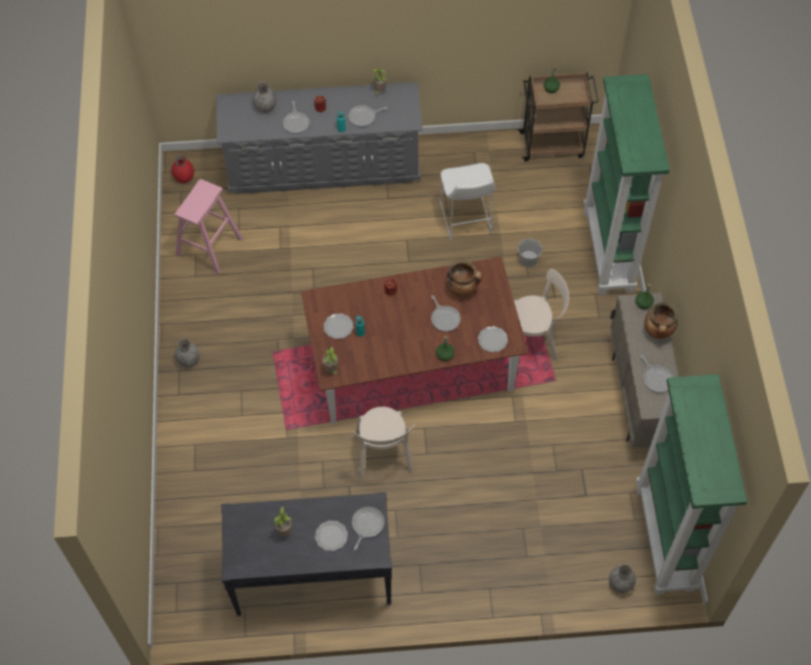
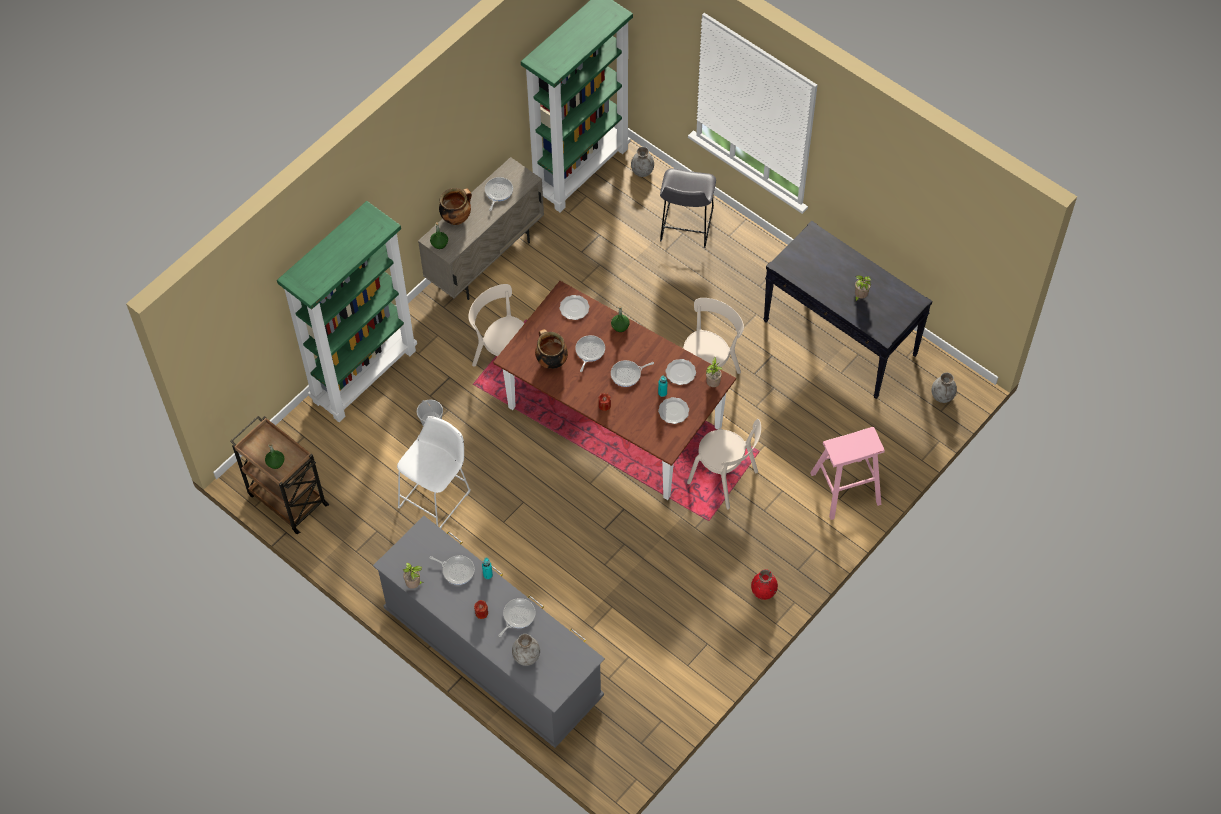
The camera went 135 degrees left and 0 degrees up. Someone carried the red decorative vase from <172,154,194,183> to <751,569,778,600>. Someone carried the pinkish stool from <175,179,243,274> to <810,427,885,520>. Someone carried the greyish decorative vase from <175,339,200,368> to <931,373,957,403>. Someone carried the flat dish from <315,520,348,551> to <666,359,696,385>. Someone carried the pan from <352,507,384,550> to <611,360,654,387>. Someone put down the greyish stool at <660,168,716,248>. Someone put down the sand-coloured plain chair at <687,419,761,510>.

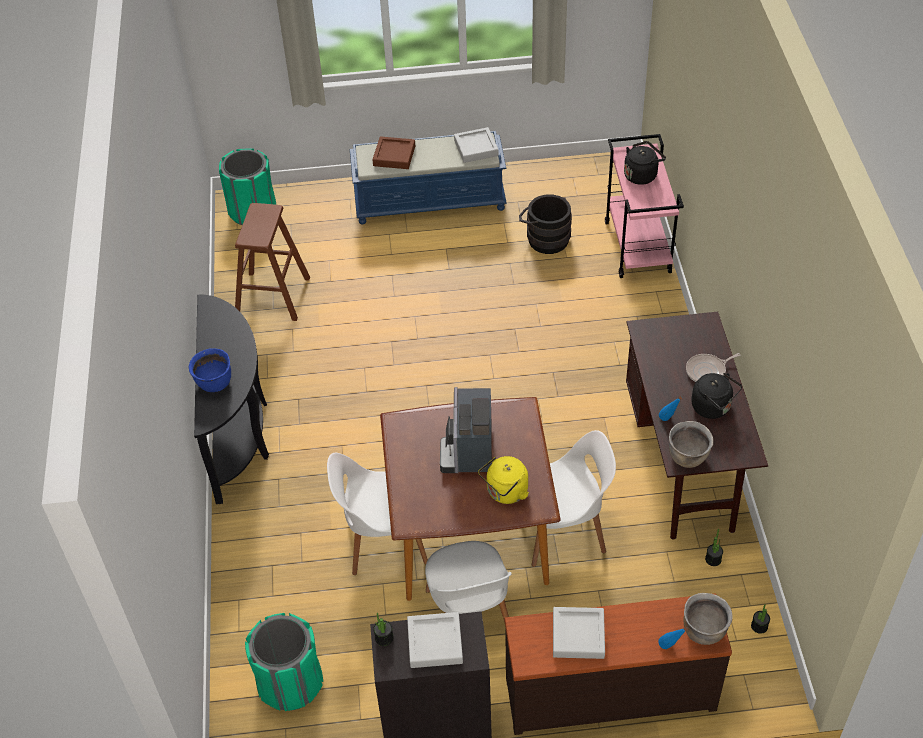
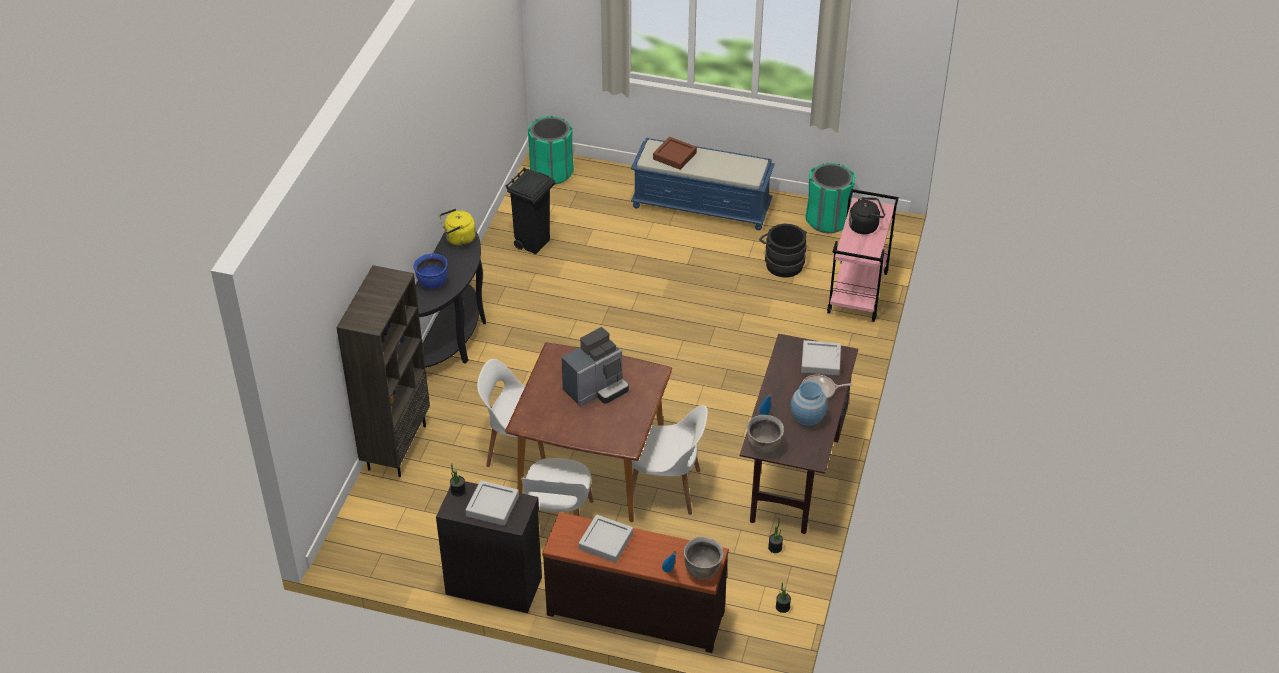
The camera went 20 degrees right and 5 degrees down. Someone swapped the brown-coloured stool at <235,203,310,321> for the blackish waste bin at <506,167,555,254>. Someone carried the green-coloured waste bin from <245,613,323,711> to <806,163,855,233>. Someone rotated the coffee brewer at <440,387,492,473> by 150 degrees counterclockwise. Someone carried the greyish serving tray from <454,127,498,163> to <801,340,841,376>. Someone carried the yellow-coloured kettle from <478,456,529,504> to <439,209,476,246>. Someone swapped the blackish kettle at <691,373,742,419> for the blue decorative vase at <790,381,828,427>. Someone put down the brown-coloured shelving unit at <336,265,430,477>.

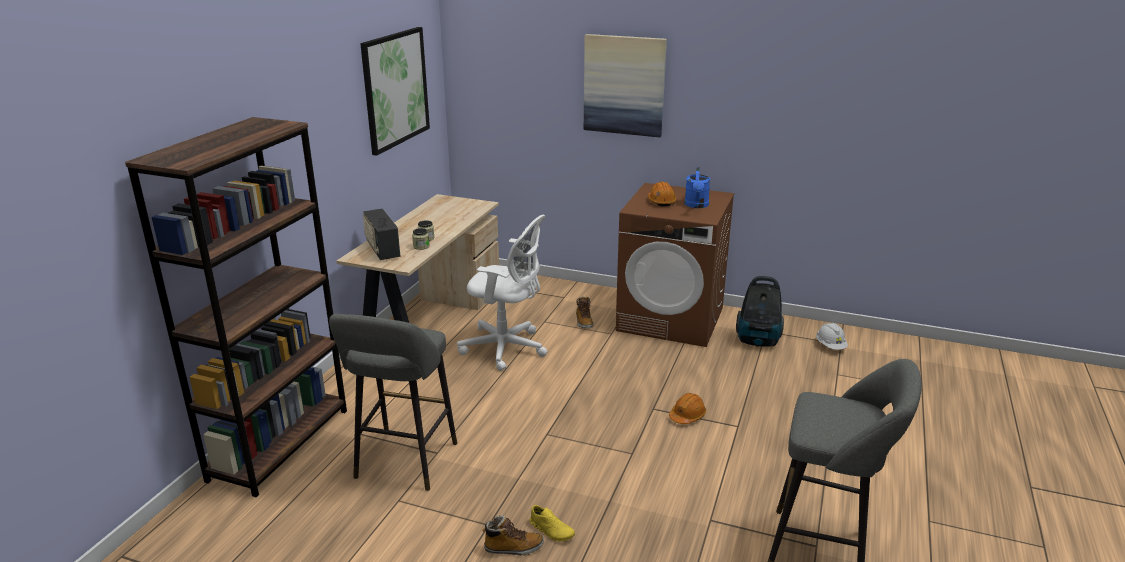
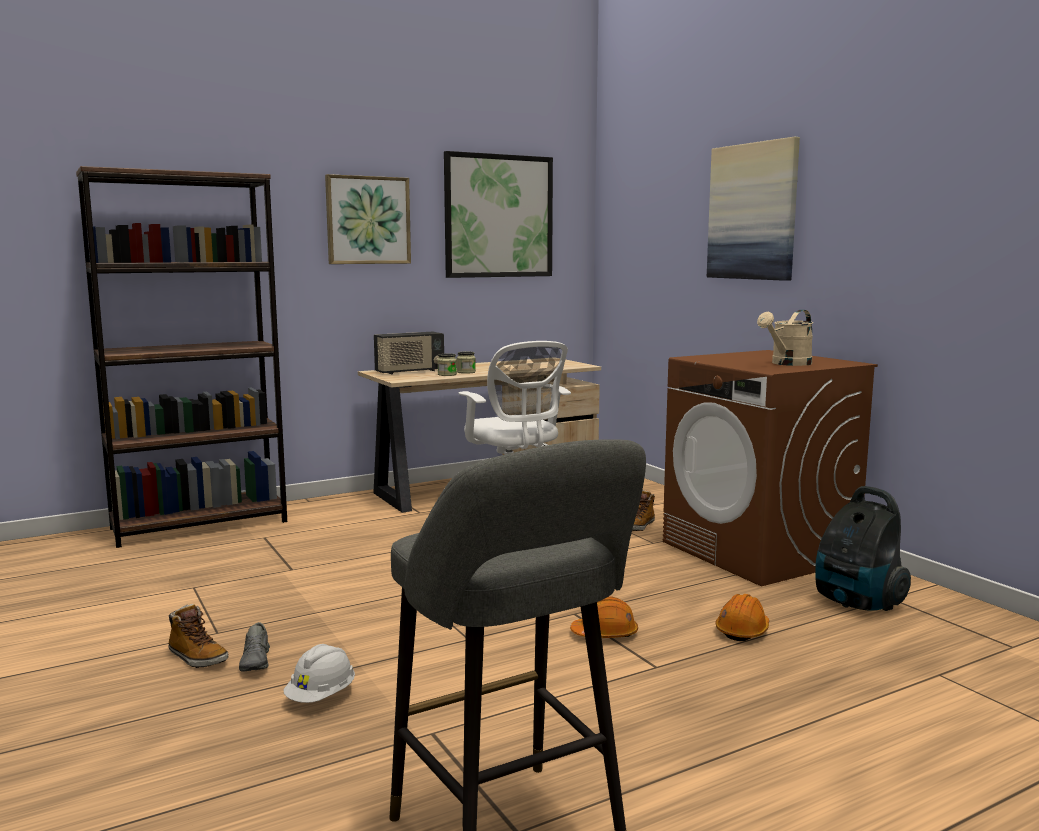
The camera went 40 degrees right and 15 degrees down. Someone took away the greyish stool at <329,314,457,491>. Someone rotated the radio set at <363,208,400,260> by 135 degrees counterclockwise. Someone repainted the yellow-coloured shoe at <530,505,575,541>, which became the greyish shoe at <239,622,270,672>. Someone carried the orange safety helmet from <648,181,676,207> to <716,594,769,641>. Someone repainted the blue watering can at <684,167,710,208>, which became the sand-coloured watering can at <757,310,813,366>. Someone carried the white-coloured safety helmet from <816,323,848,350> to <283,644,355,703>. Someone put up the wall picture at <325,174,411,264>.

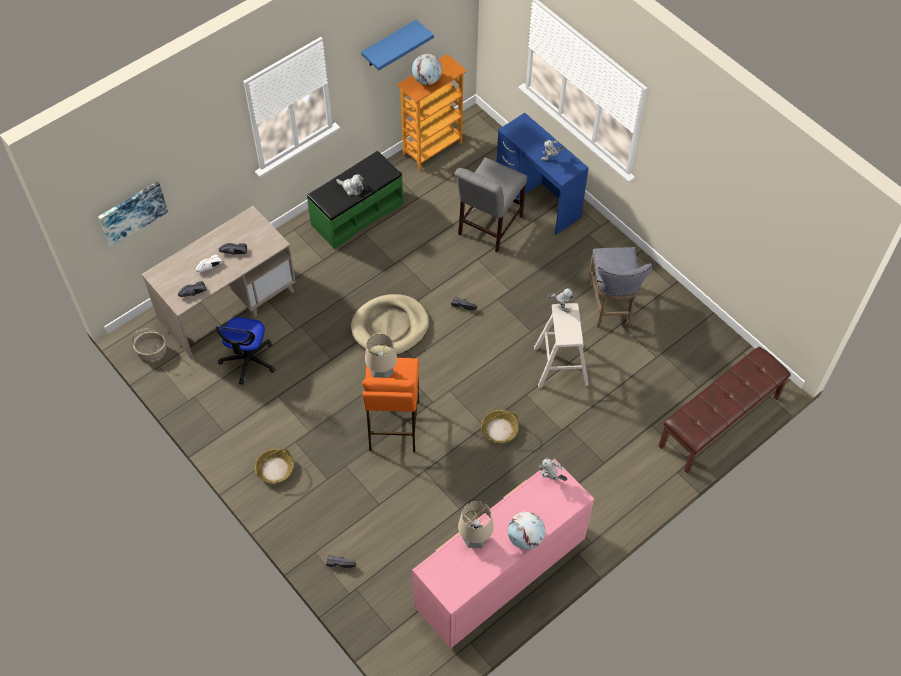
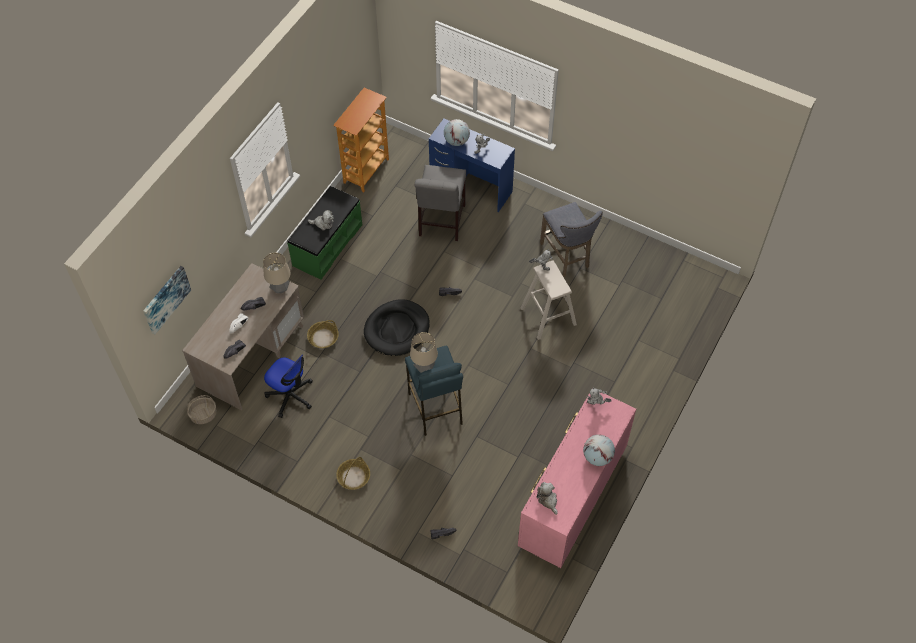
The camera went 20 degrees left and 0 degrees up. Someone rotated the desk chair at <216,317,275,385> by 45 degrees counterclockwise. Someone repainted the sand-coloured pet bed at <351,294,429,356>, which became the blackish pet bed at <364,299,430,356>. Someone took away the blue wall shelf at <361,20,434,70>. Someone repainted the orange stool at <362,358,419,453>, which became the blue stool at <405,346,463,436>. Someone carried the globe from <412,54,442,85> to <444,119,470,146>. Someone carried the table lamp from <458,501,494,548> to <263,253,291,293>. Someone carried the basket from <481,410,519,443> to <307,320,339,348>. Someone took away the brown-coloured long seat at <659,347,791,474>. Someone put down the plush toy at <537,482,558,515>.

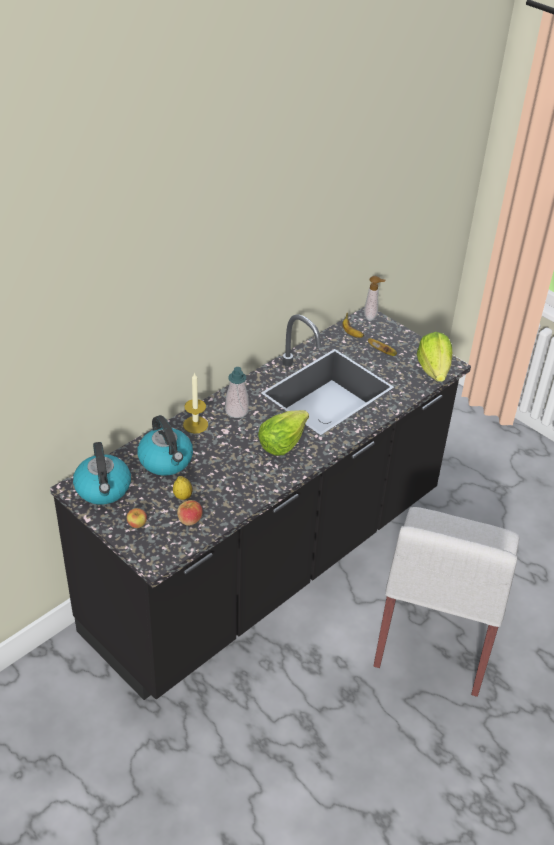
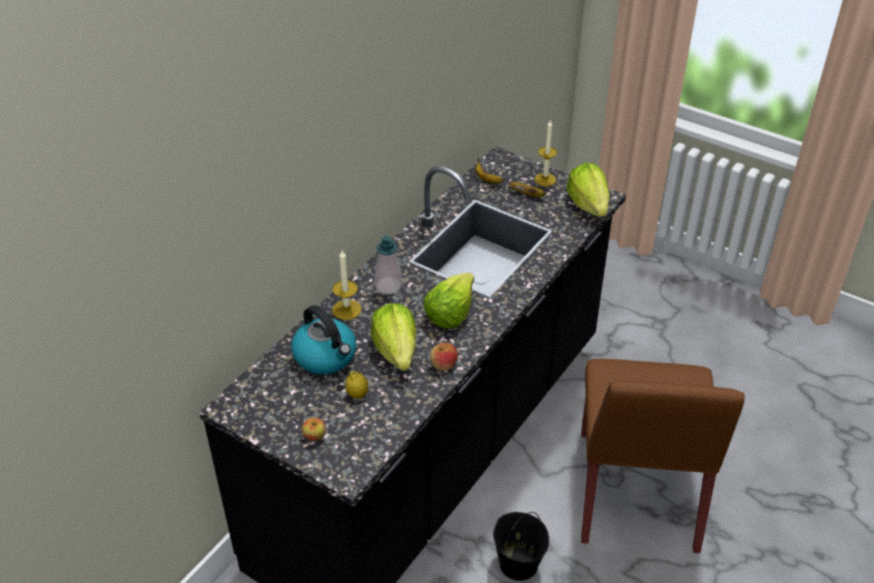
The camera went 10 degrees left and 0 degrees up. Someone took away the kettle at <73,442,131,505>. Someone carried the whole apple from <177,500,203,526> to <430,343,458,371>. Someone took away the liquid soap bottle at <364,276,386,321>. Someone repainted the white-coloured plain chair at <374,507,520,697>, which became the brown-coloured plain chair at <581,359,745,553>. Someone put down the lettuce at <371,303,417,370>. Someone put down the blackish water bucket at <493,512,549,581>. Someone put down the candle at <534,119,557,186>.

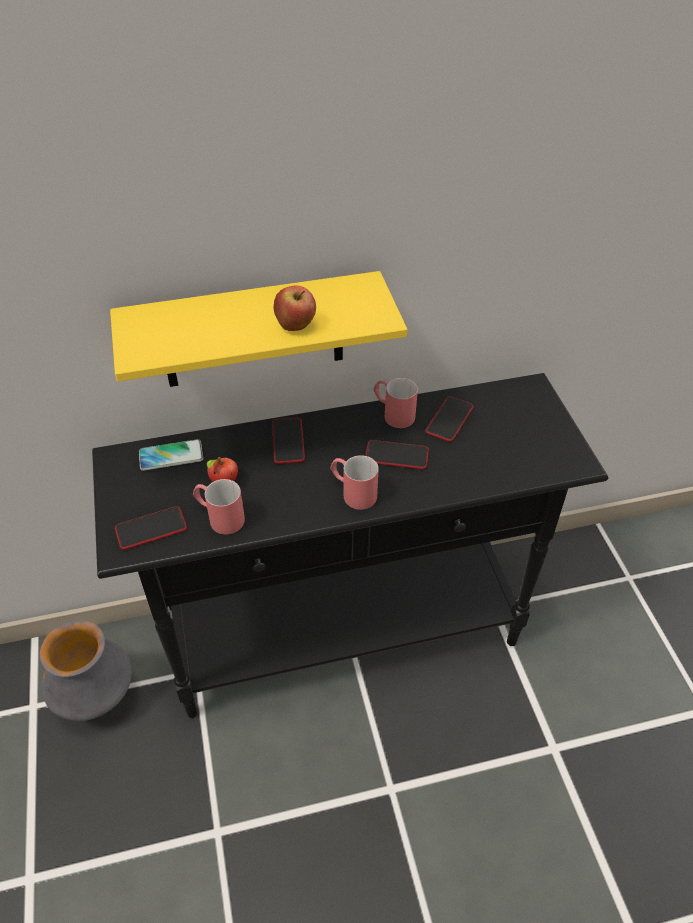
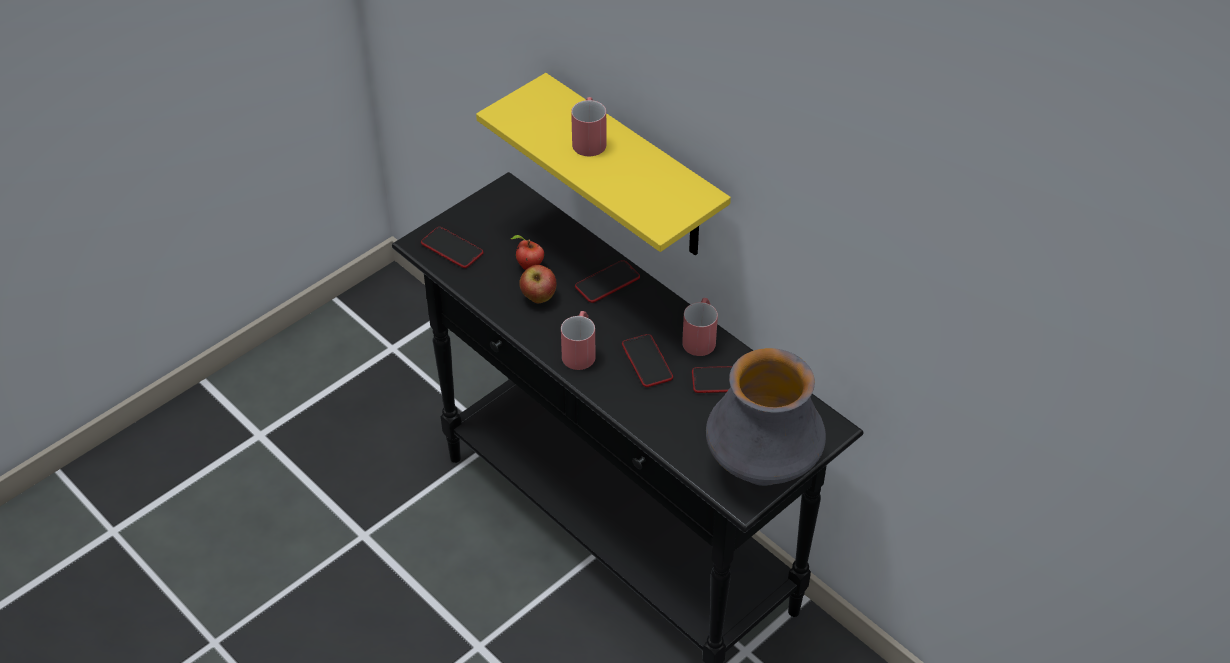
The camera went 60 degrees right and 0 degrees up. Someone carried the decorative vase from <40,620,132,721> to <706,348,826,486>. Someone took away the telephone at <139,439,203,471>. Someone carried the red mug from <193,479,245,535> to <571,97,607,156>. Someone carried the whole apple from <274,286,316,331> to <519,265,557,303>.

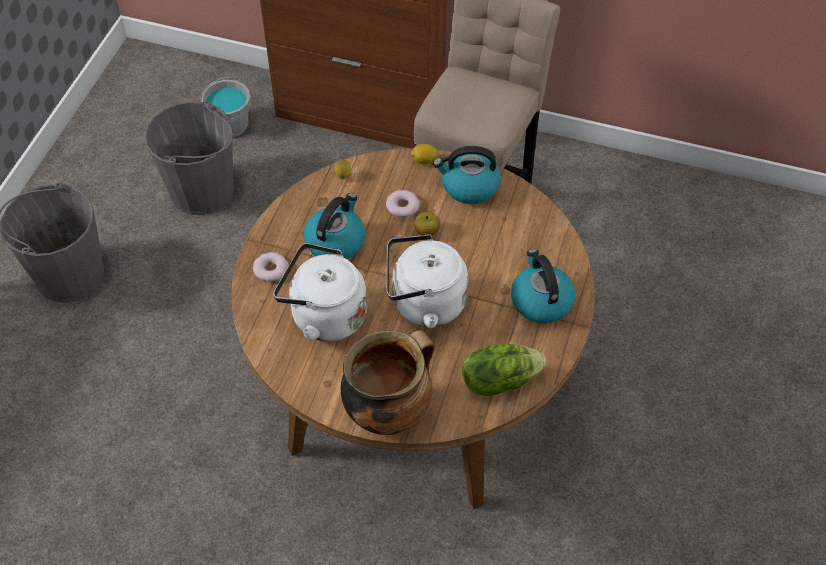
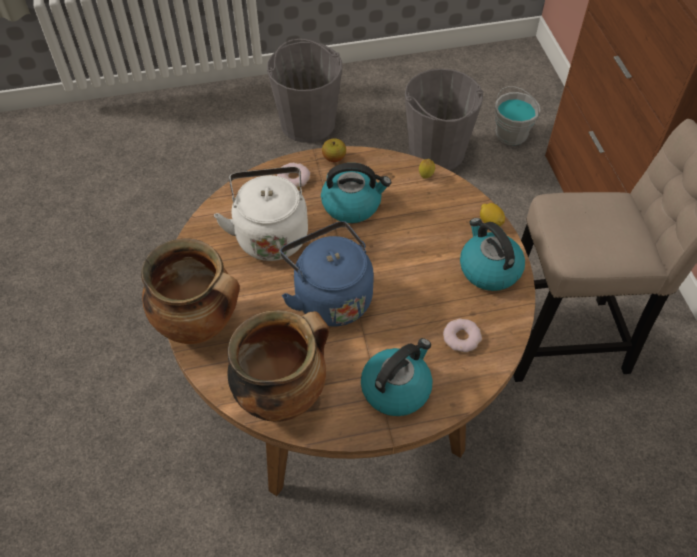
The camera went 60 degrees right and 0 degrees up. Someone carried the donut from <386,190,420,217> to <443,319,482,353>. Someone repainted the white-coloured kettle at <387,234,469,328>, which became the blue kettle at <280,221,374,327>. Someone carried the whole apple from <414,212,440,235> to <322,138,346,162>. Someone swapped the lettuce at <462,344,546,396> for the cooking pot at <227,310,329,422>.

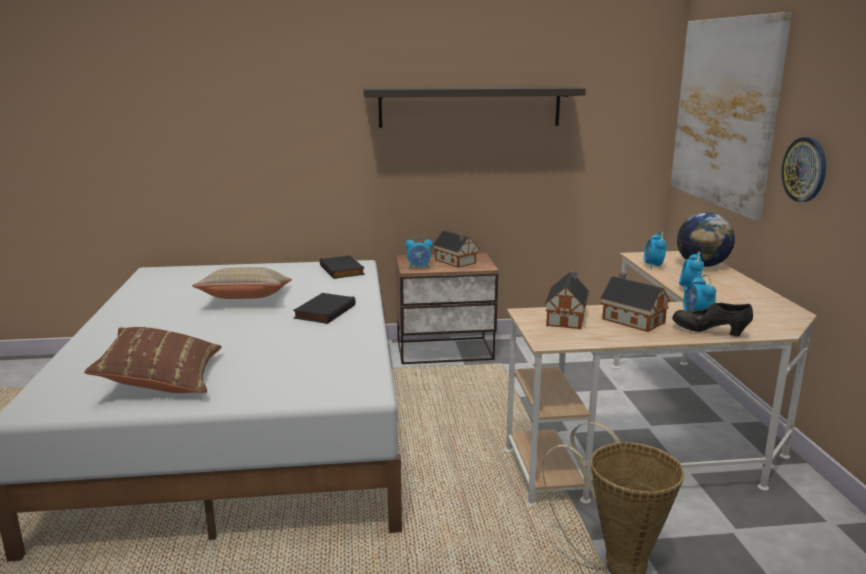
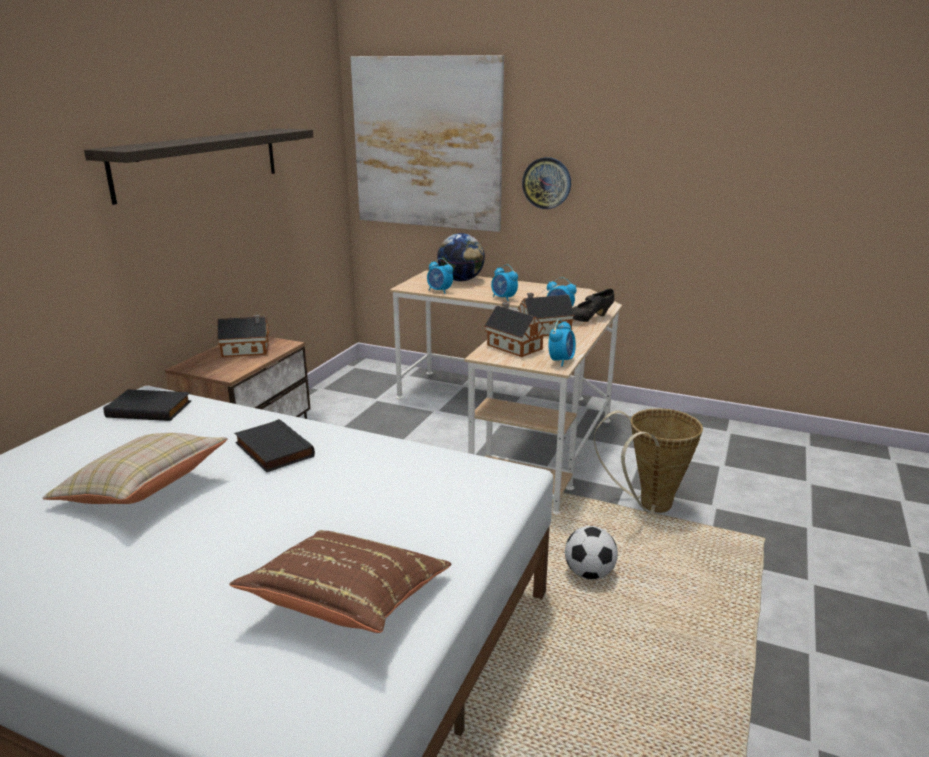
The camera went 60 degrees left and 5 degrees up. Someone carried the bedside clock from <406,235,433,269> to <548,319,576,367>. Someone put down the football at <565,526,618,580>.

